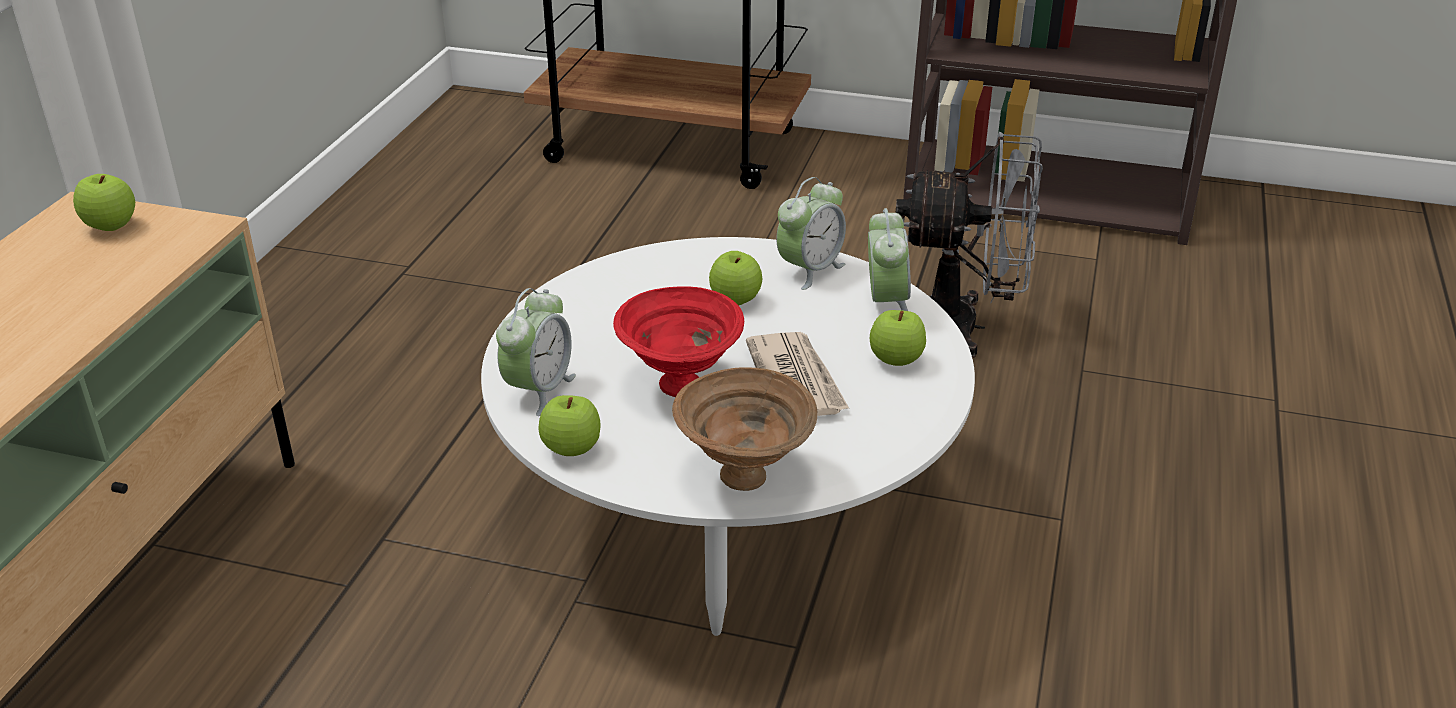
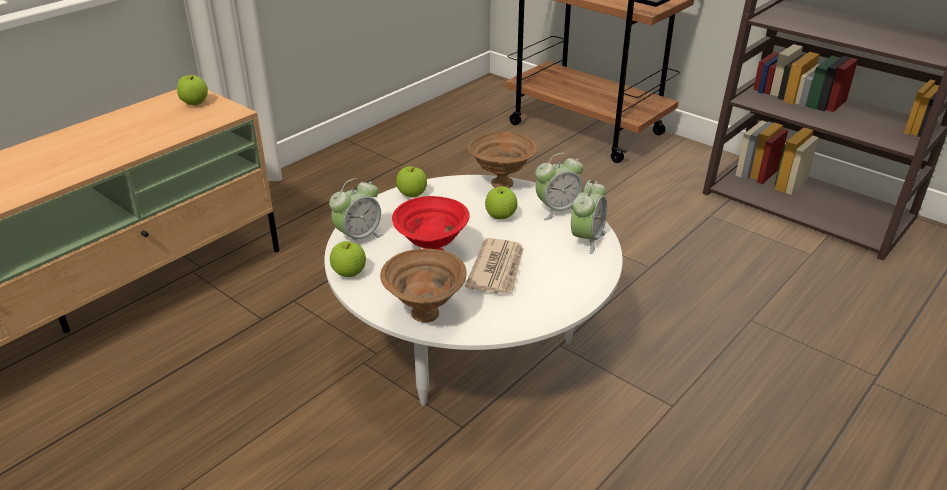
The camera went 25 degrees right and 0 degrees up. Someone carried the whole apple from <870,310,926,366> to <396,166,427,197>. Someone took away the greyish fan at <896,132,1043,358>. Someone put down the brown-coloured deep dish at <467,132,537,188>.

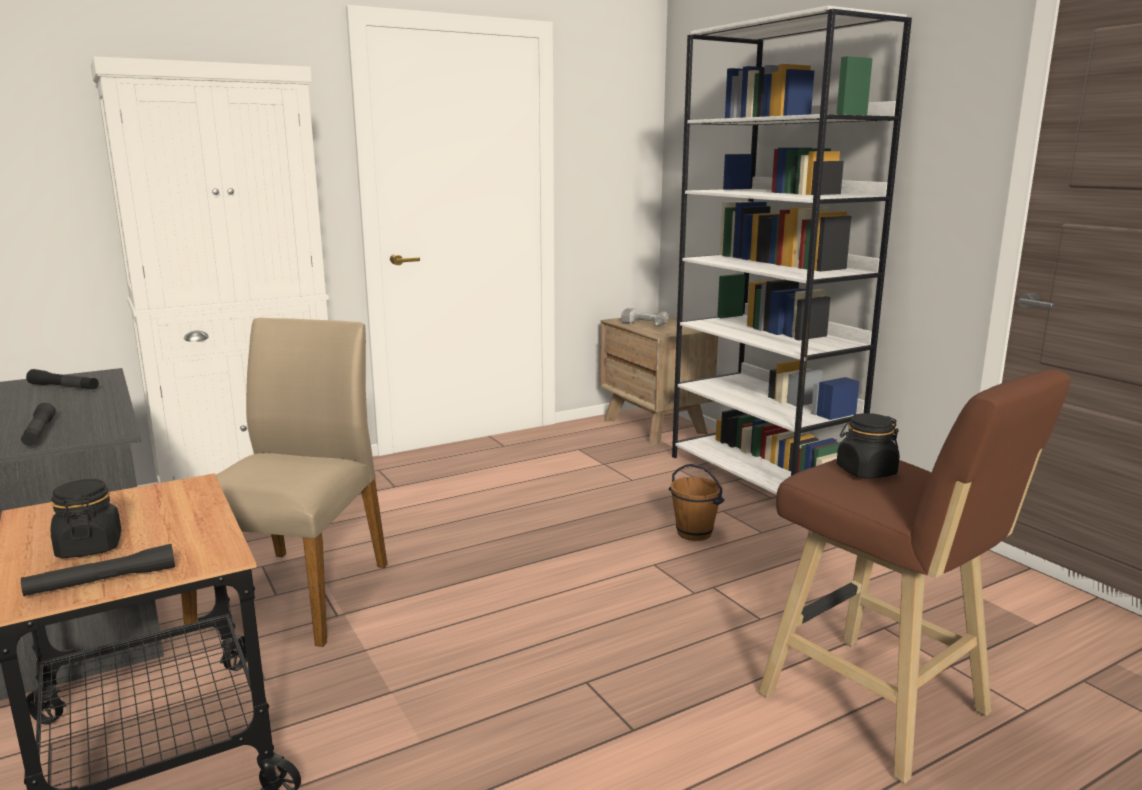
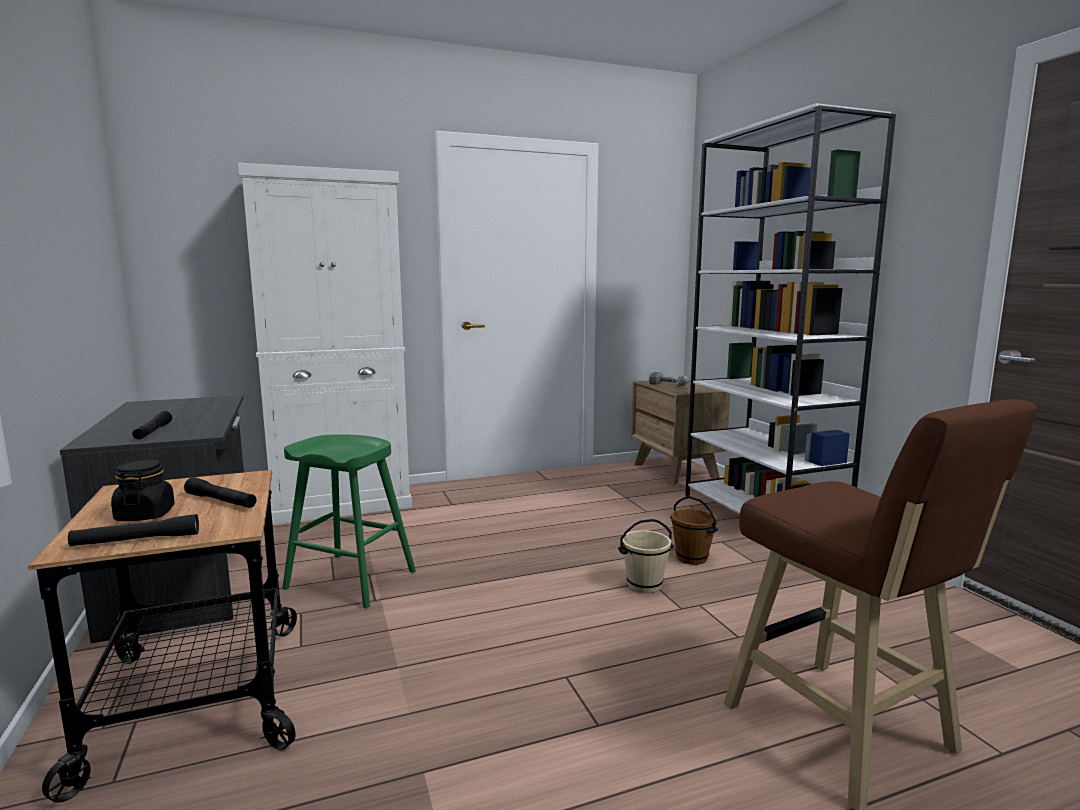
The camera went 10 degrees right and 5 degrees down. Someone carried the blackish torch from <26,369,99,390> to <184,477,257,508>. Someone swapped the sand-coloured plain chair at <181,318,388,647> for the green-coloured stool at <282,434,416,608>. Someone took away the blackish preserve jar at <836,413,900,479>. Someone put down the sand-coloured water bucket at <618,519,674,593>.

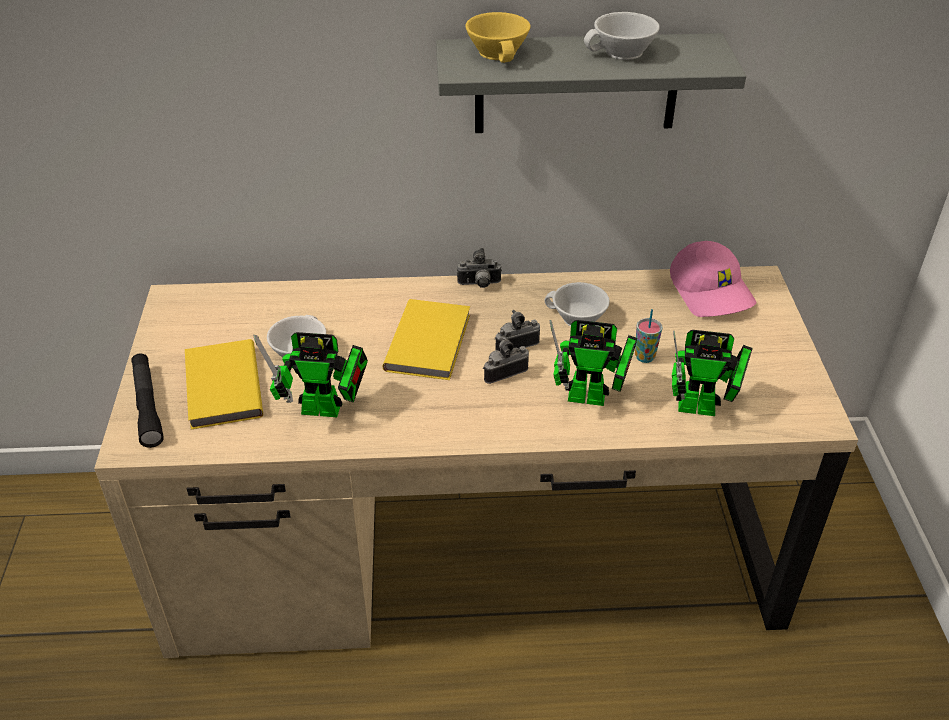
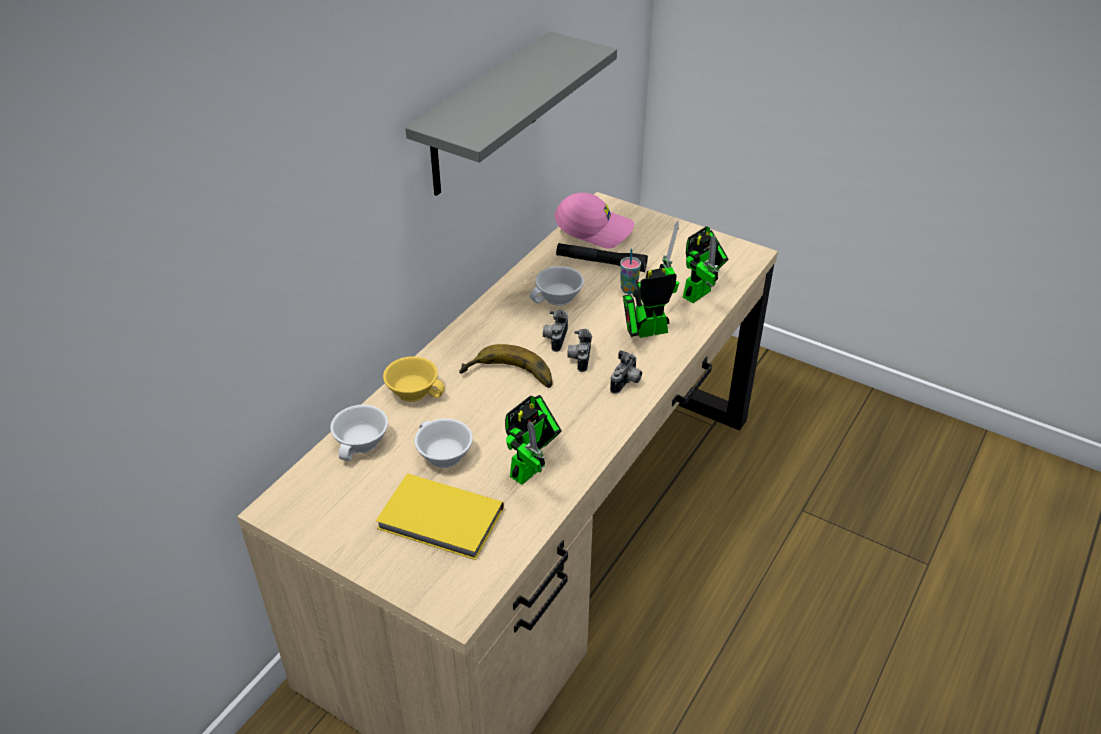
The camera went 55 degrees left and 0 degrees up. Someone carried the blackish torch from <131,353,164,448> to <556,243,648,272>. Someone swapped the yellow-coloured book at <383,299,470,380> for the banana at <459,344,553,388>. Someone carried the still camera from <457,248,502,288> to <610,350,642,394>. Someone carried the yellow-coloured cup from <465,12,530,63> to <383,356,445,402>. Someone rotated the model robot at <550,320,637,406> by 150 degrees counterclockwise. Someone carried the white-coloured cup from <584,12,660,60> to <330,405,388,461>.

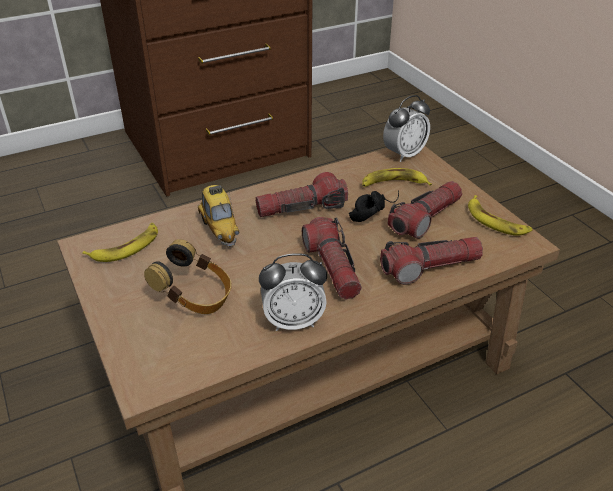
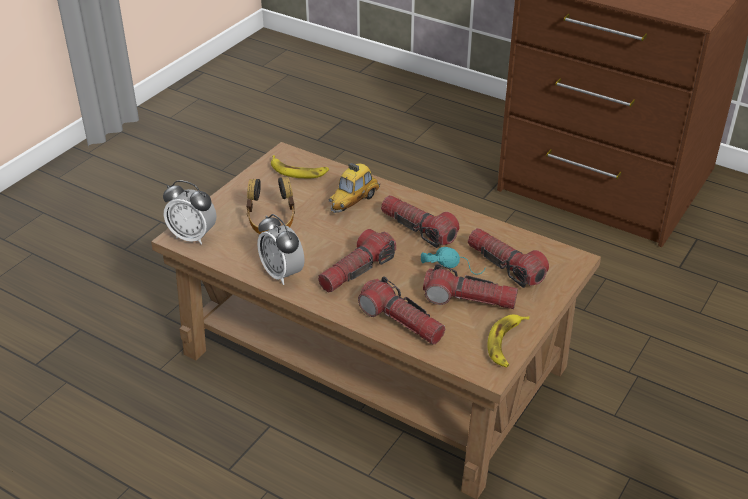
The camera went 60 degrees right and 0 degrees up. Someone repainted the blackish headset at <349,191,399,222>, which became the turquoise-coloured headset at <421,247,486,275>. Someone swapped the banana at <362,168,432,187> for the torch at <468,228,549,288>. Someone carried the bedside clock from <383,95,430,162> to <163,180,217,245>.

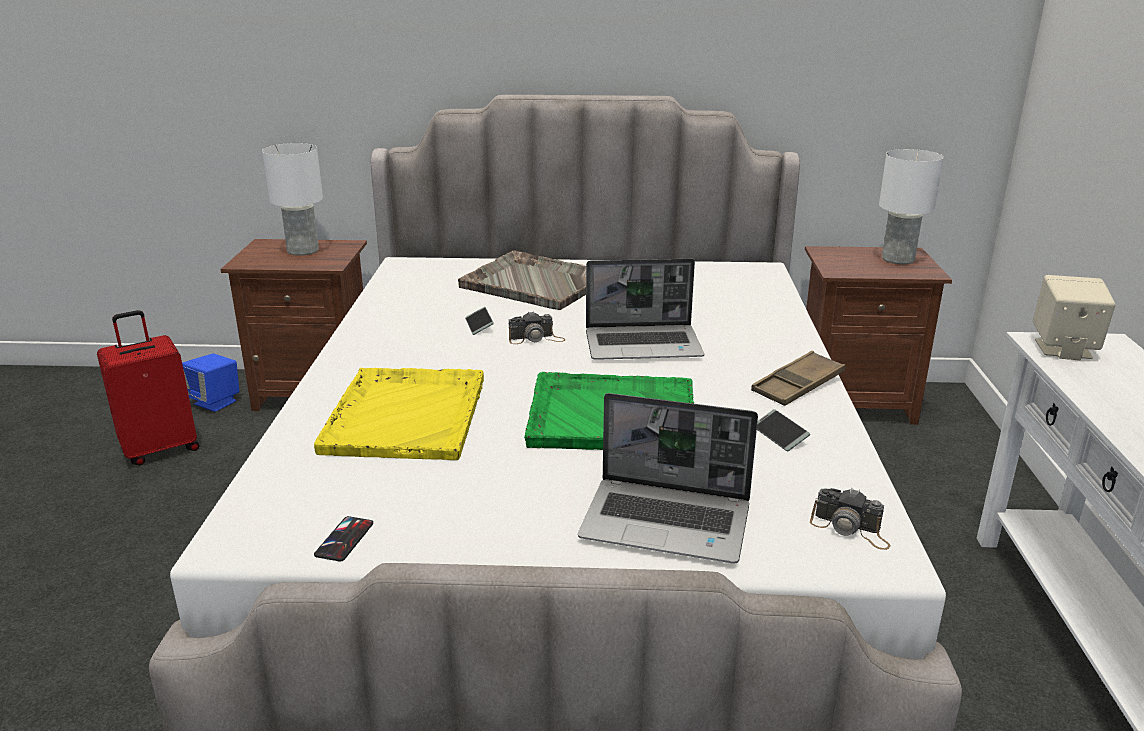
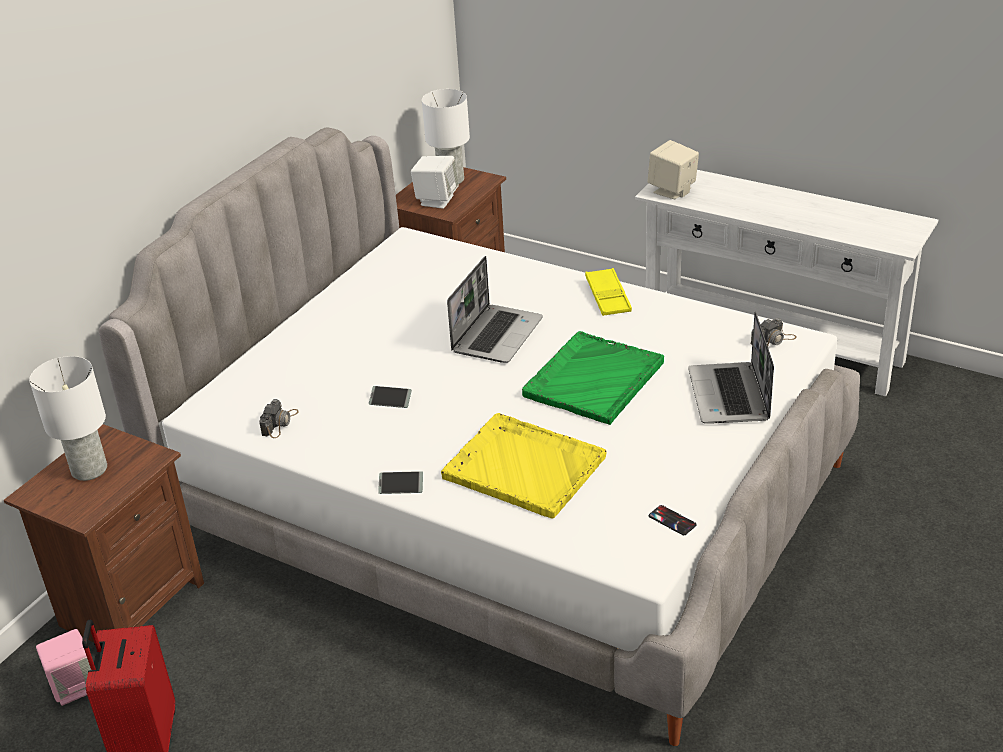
The camera went 60 degrees left and 10 degrees up. Someone repainted the blue loudspeaker at <182,353,239,412>, which became the pinkish loudspeaker at <36,629,91,706>. Someone took away the greyish serving tray at <458,250,586,310>. Someone carried the still camera from <509,311,565,344> to <259,399,299,438>. Someone rotated the portable computer at <578,393,758,564> by 135 degrees clockwise. Someone repainted the brown-coloured serving tray at <751,351,845,406>, which became the yellow-coloured serving tray at <585,268,632,316>. Someone carried the telephone from <757,409,810,451> to <378,471,423,494>. Someone put down the white-coloured loudspeaker at <411,156,459,209>.

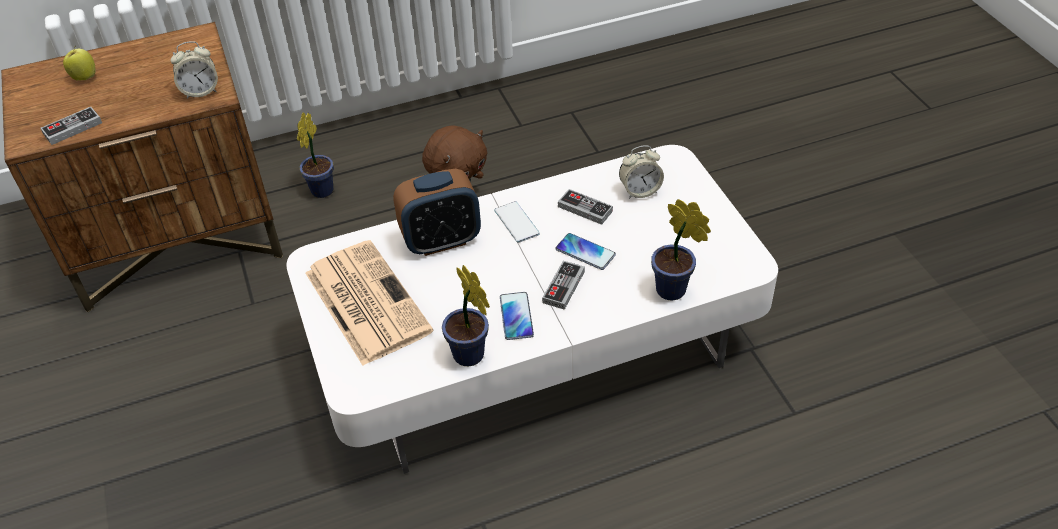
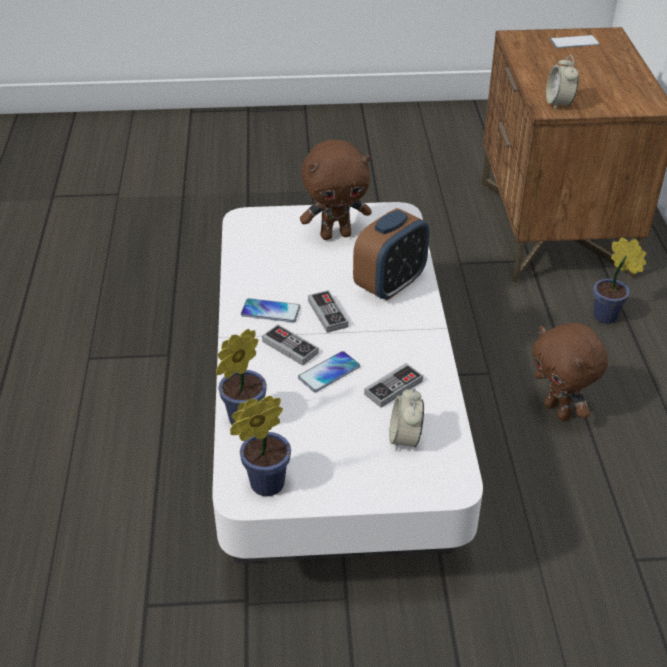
The camera went 105 degrees right and 5 degrees down. Someone carried the gamepad from <41,107,102,145> to <308,290,348,333>. Someone took away the whole apple at <63,46,95,81>. Someone swapped the printed paper at <306,240,434,366> for the brown-coloured plush toy at <300,140,372,240>. Someone rotated the bedside clock at <393,169,481,256> by 135 degrees counterclockwise. Someone carried the potted plant from <442,265,490,366> to <230,396,291,496>. Someone carried the telephone from <494,201,540,243> to <550,35,600,48>.

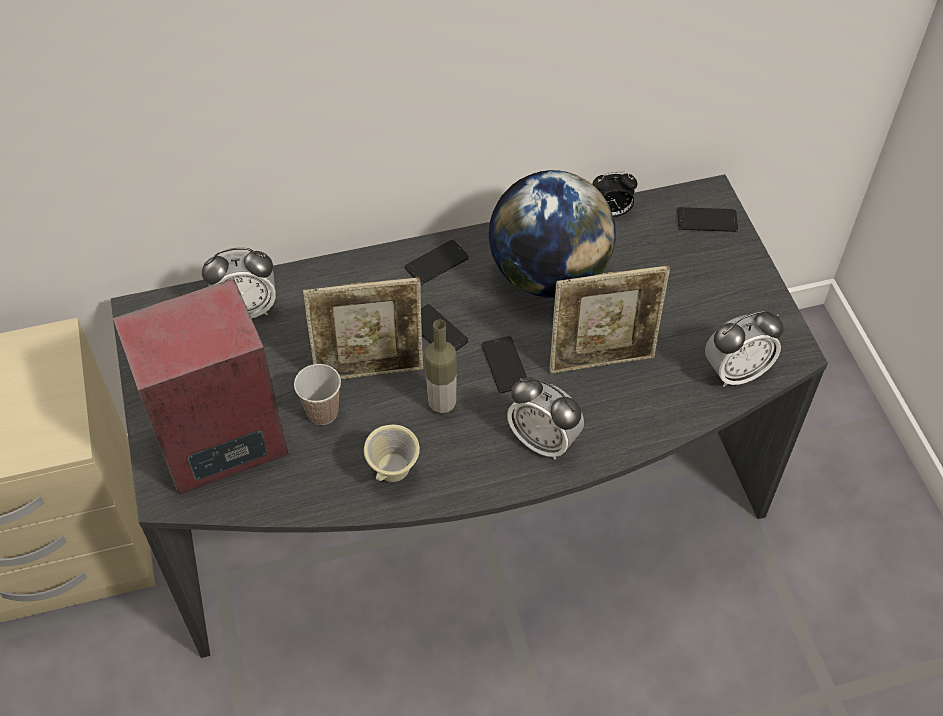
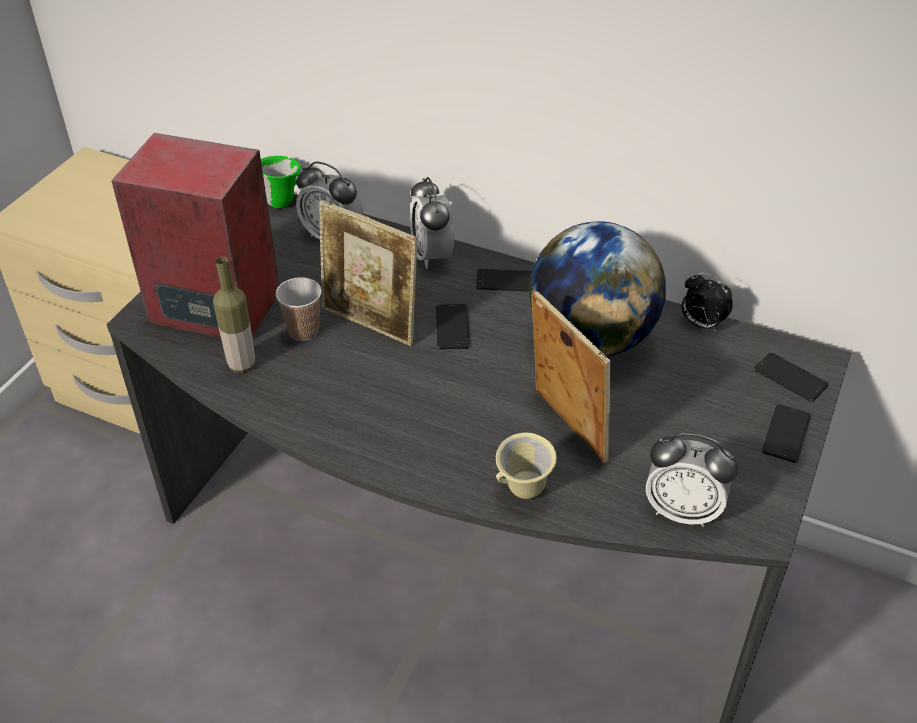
The camera went 40 degrees right and 10 degrees down. Someone carried the sand-coloured mug from <364,425,420,482> to <496,433,557,499>. Someone carried the drink bottle from <424,320,457,415> to <213,256,255,373>. Someone carried the telephone from <482,336,527,393> to <762,404,811,463>. Someone carried the bedside clock from <507,377,584,460> to <410,177,454,269>. Someone rotated the photo frame at <549,265,670,374> by 150 degrees counterclockwise. Someone put down the green-coloured mug at <261,156,301,208>.

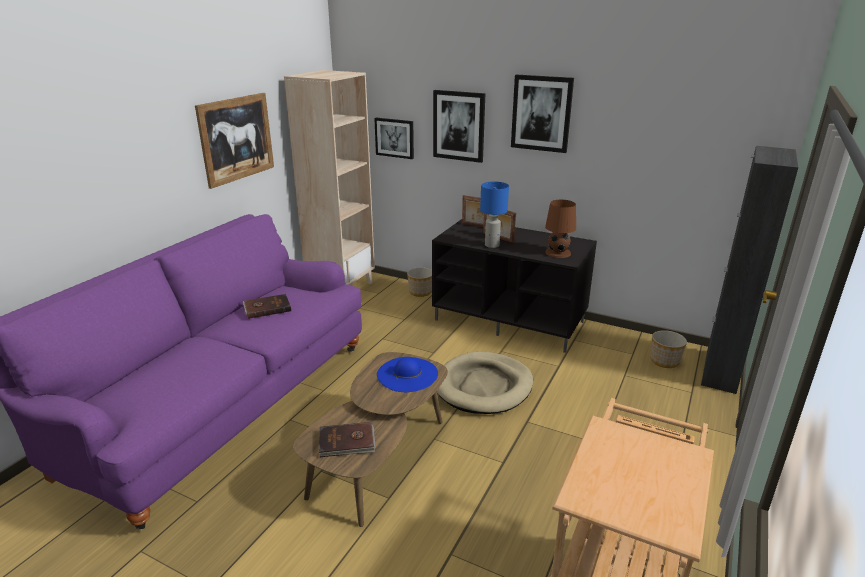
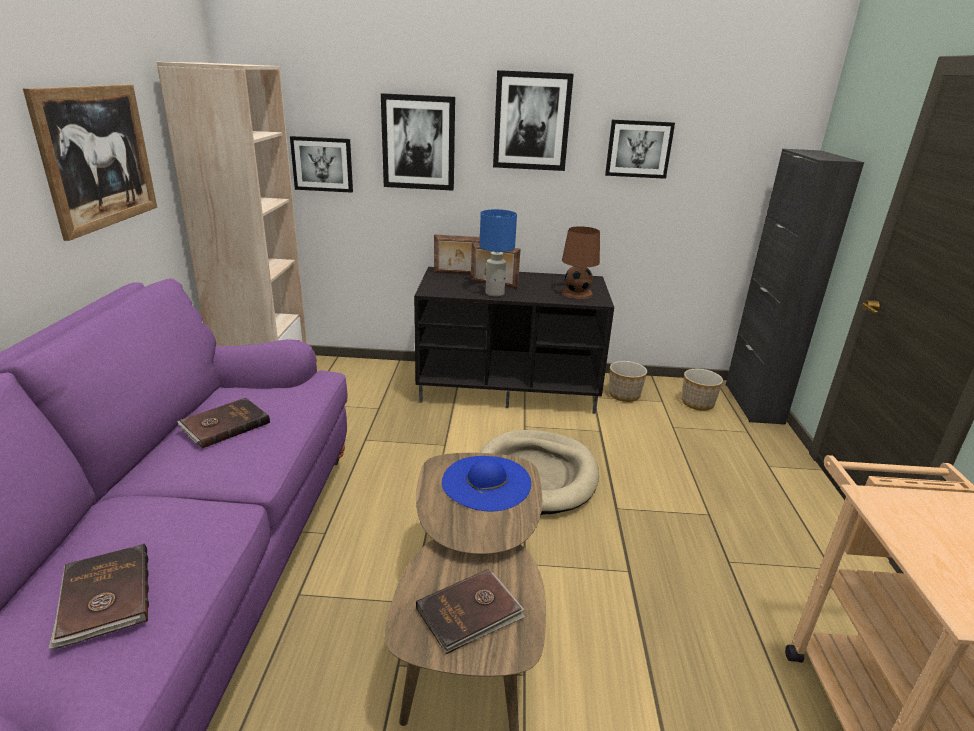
The camera went 25 degrees left and 0 degrees up. Someone carried the flower pot from <407,267,432,297> to <609,361,647,402>. Someone put down the brown-coloured book at <48,544,149,649>. Someone put up the wall picture at <605,120,675,179>.

